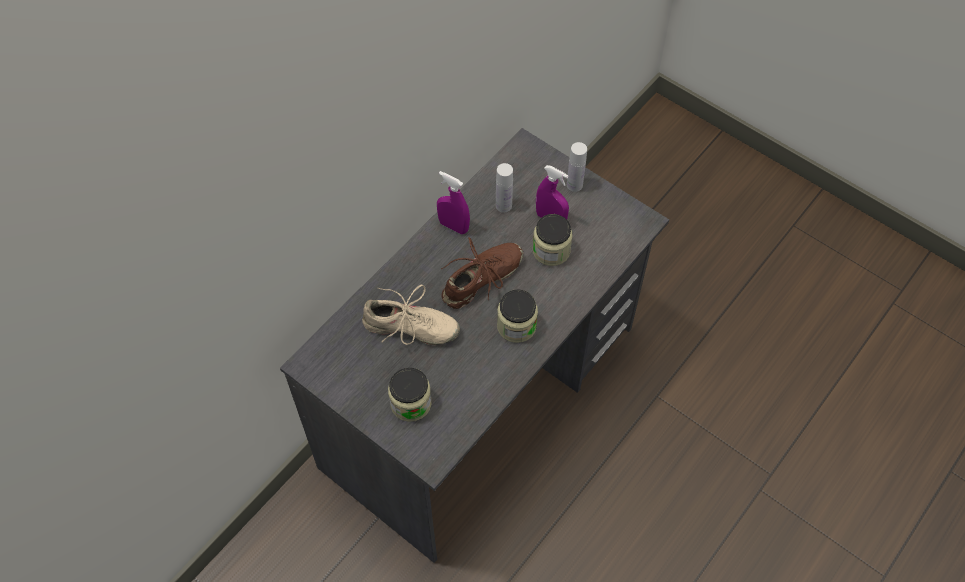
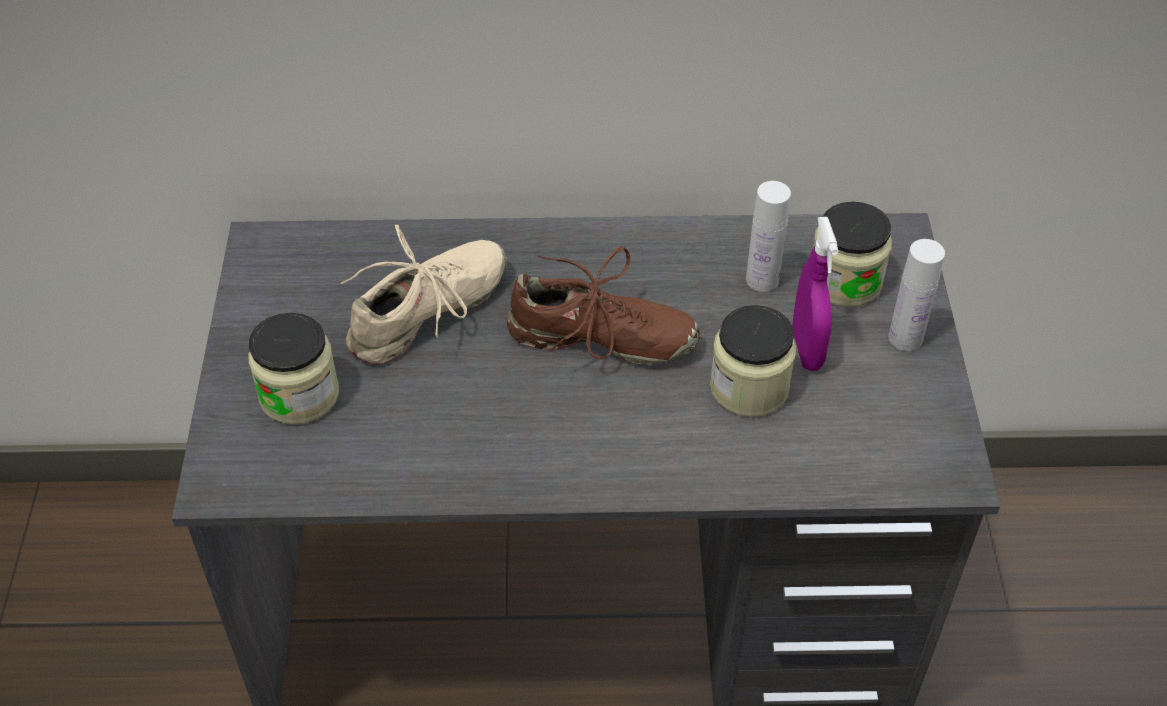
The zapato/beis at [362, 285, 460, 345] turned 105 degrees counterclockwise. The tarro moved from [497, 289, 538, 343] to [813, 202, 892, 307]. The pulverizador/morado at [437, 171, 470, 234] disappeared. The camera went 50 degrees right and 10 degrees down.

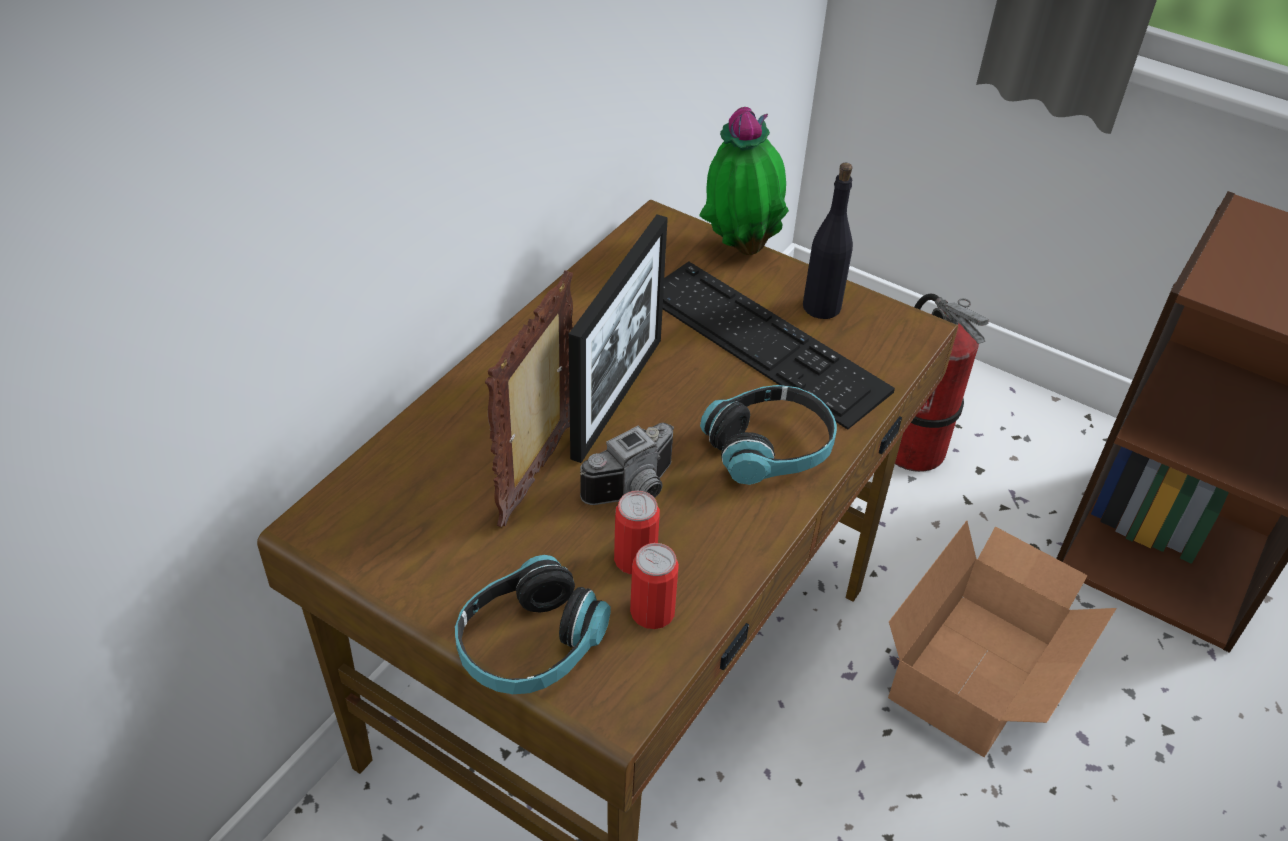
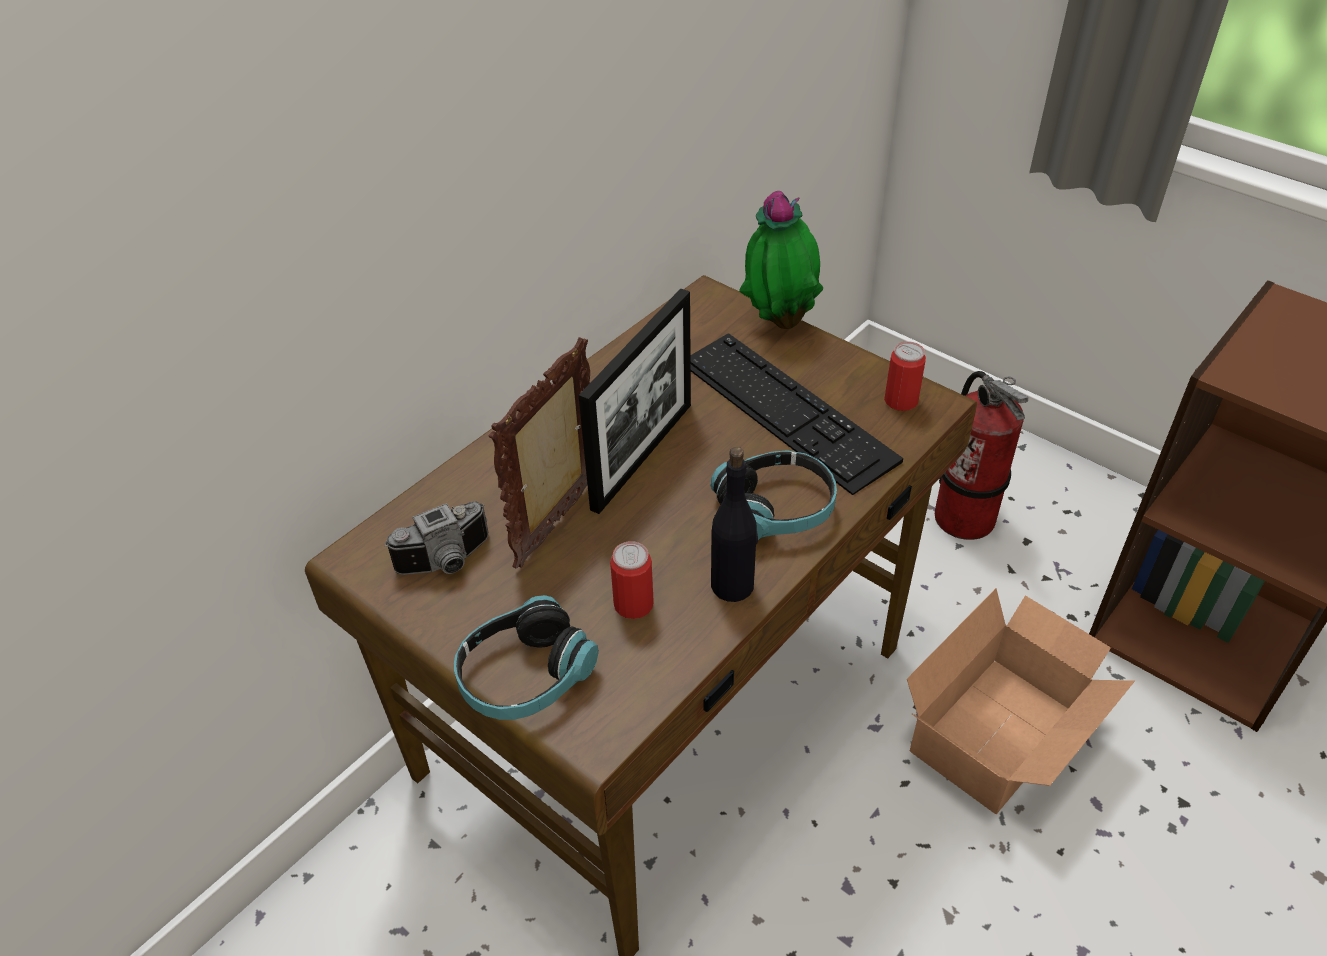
The cámara moved from [580, 423, 674, 505] to [385, 501, 488, 575]. The botella/negro moved from [803, 163, 853, 319] to [711, 447, 758, 602]. The lata moved from [630, 543, 679, 629] to [884, 341, 926, 411]. The camera went 10 degrees right and 0 degrees up.

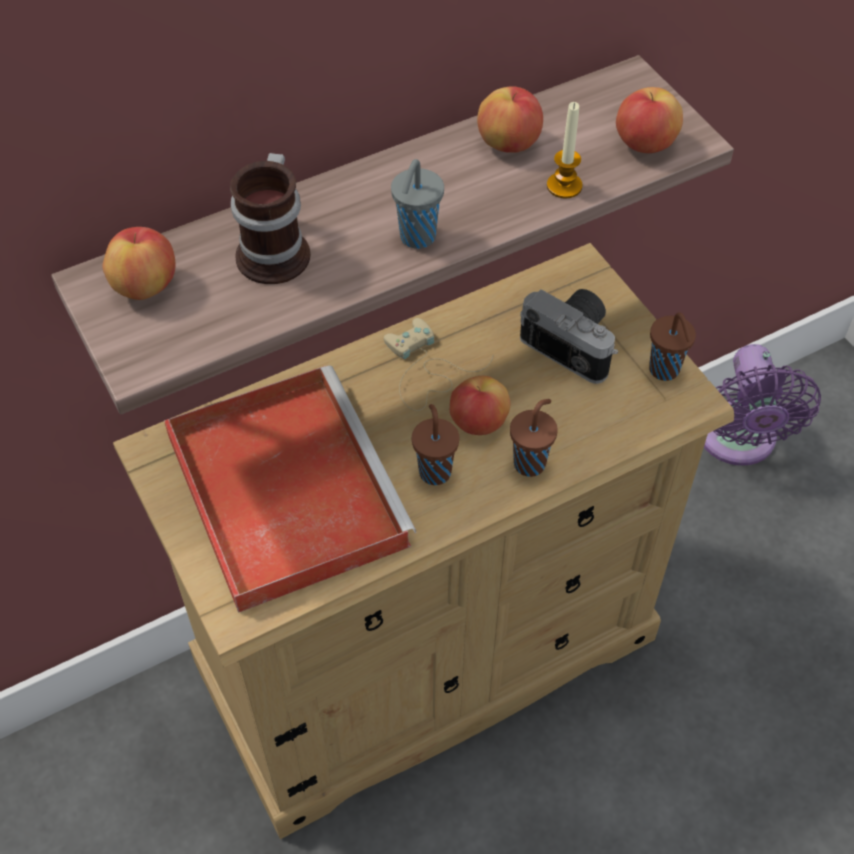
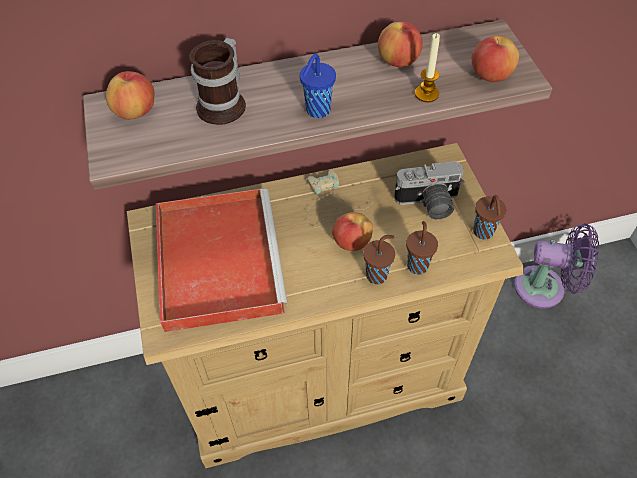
The taza/gris at [391, 159, 444, 249] became the taza/azul at [299, 54, 336, 118]. The cámara at [520, 289, 618, 384] turned 120 degrees clockwise. The taza/marrón moved from [412, 404, 459, 485] to [406, 221, 438, 274]. The ventilador/morado at [704, 344, 821, 466] turned 90 degrees counterclockwise. The camera went 15 degrees right and 0 degrees up.

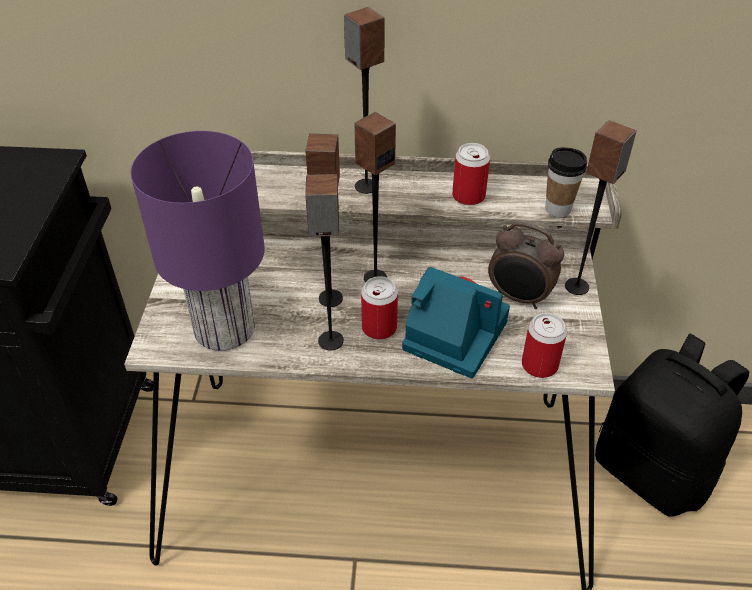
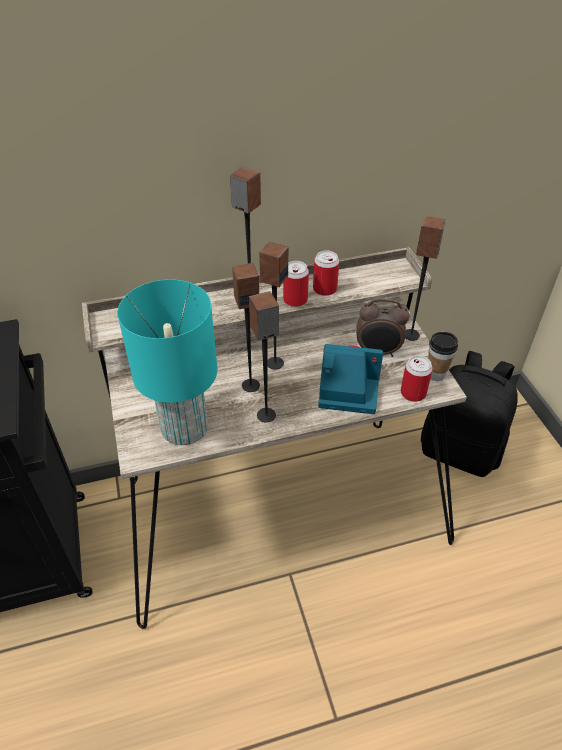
The lámpara de mesa/morado at [131, 131, 265, 351] became the lámpara de mesa/turquesa at [117, 279, 217, 445]. The lata moved from [361, 276, 398, 340] to [283, 261, 309, 307]. The taza moved from [545, 147, 587, 217] to [428, 332, 458, 381]. The camera went 20 degrees left and 0 degrees up.

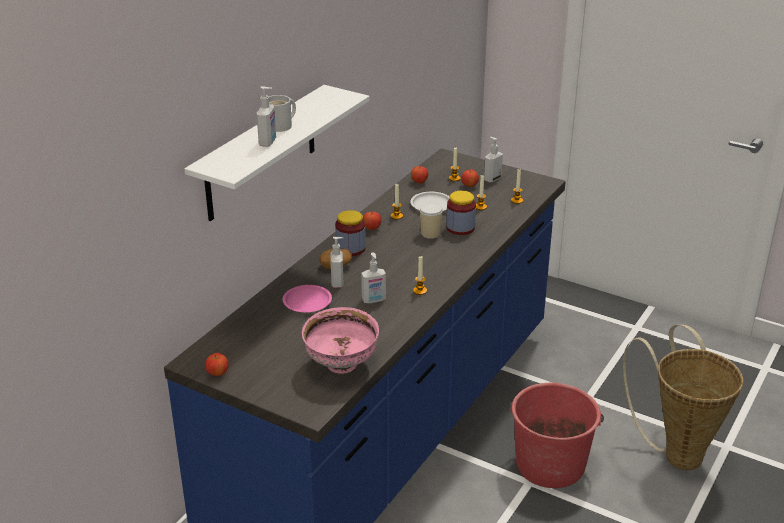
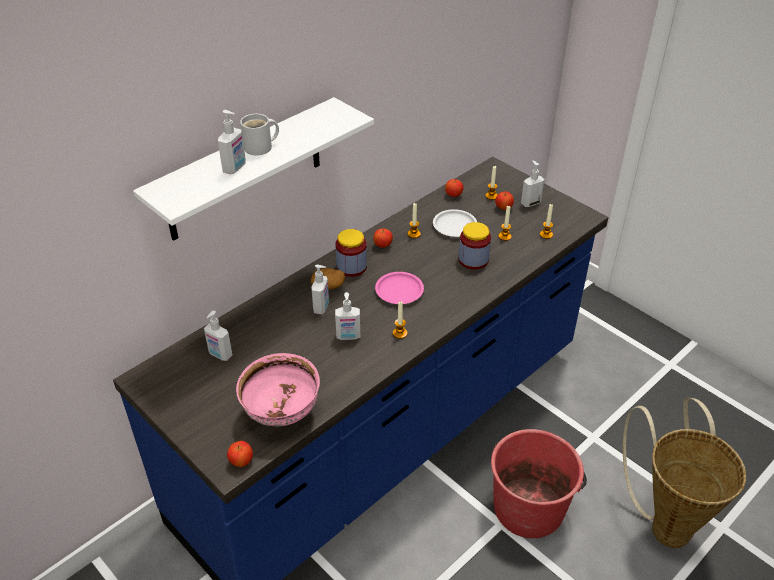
The dispensador de jabón at [204, 311, 233, 361] appeared. The manzana moved from [205, 353, 229, 376] to [227, 441, 253, 467]. The plato/rosa moved from [283, 285, 332, 313] to [375, 272, 424, 304]. The taza at [419, 203, 443, 239] disappeared. The camera went 15 degrees right and 10 degrees up.

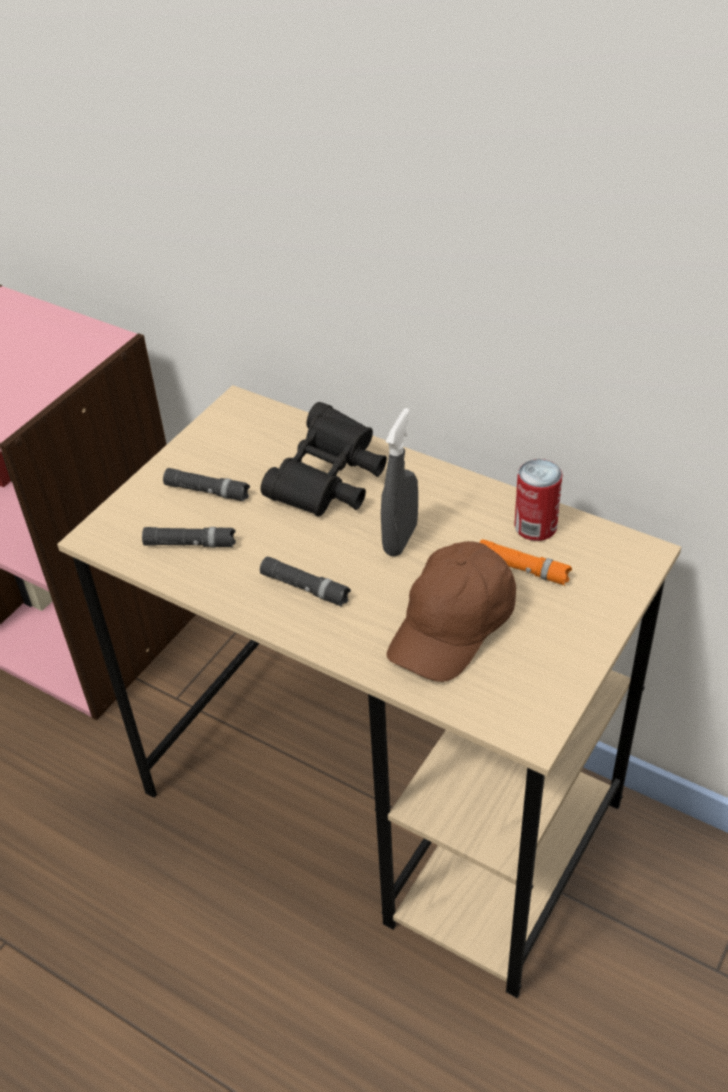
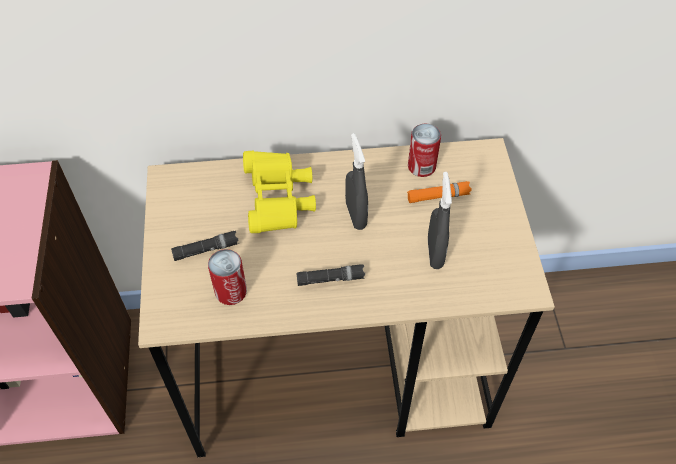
The linterna/negro at [142, 527, 236, 548] was replaced by the lata at [208, 249, 247, 305]. The prismáticos/negro at [260, 402, 387, 517] became the prismáticos/amarillo at [243, 150, 316, 233]. The gorra/marrón at [387, 541, 516, 682] was replaced by the pulverizador/gris at [428, 172, 452, 269]. The camera went 40 degrees left and 10 degrees up.

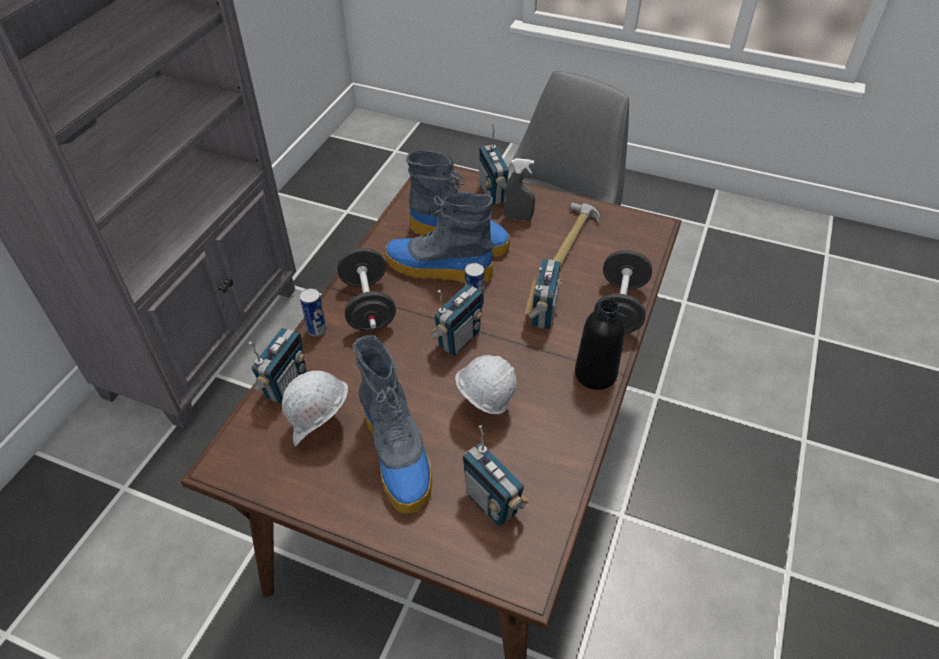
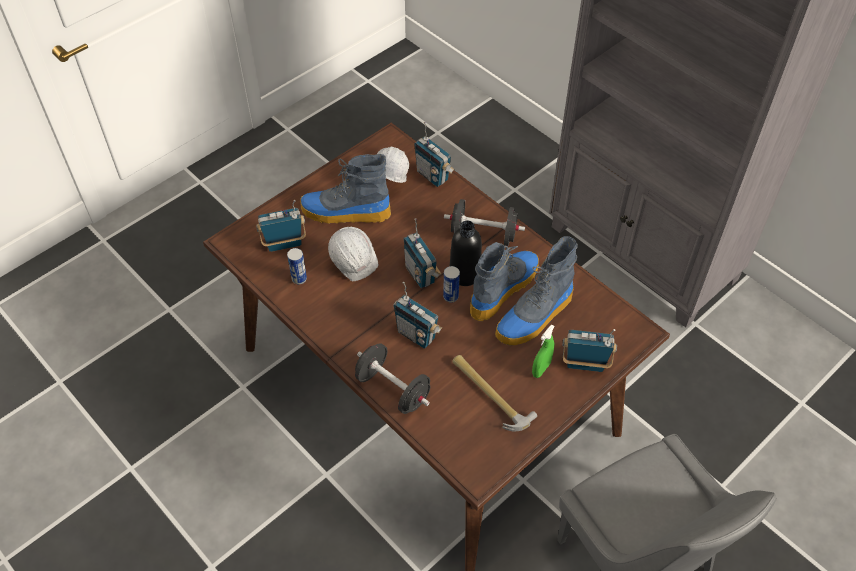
The lata moved from [300, 288, 327, 337] to [287, 248, 307, 284]. The botella/negro moved from [575, 299, 625, 390] to [450, 221, 482, 286]. The pulverizador/gris at [503, 158, 535, 221] became the pulverizador/verde at [532, 324, 555, 378]. The camera went 115 degrees right and 5 degrees up.

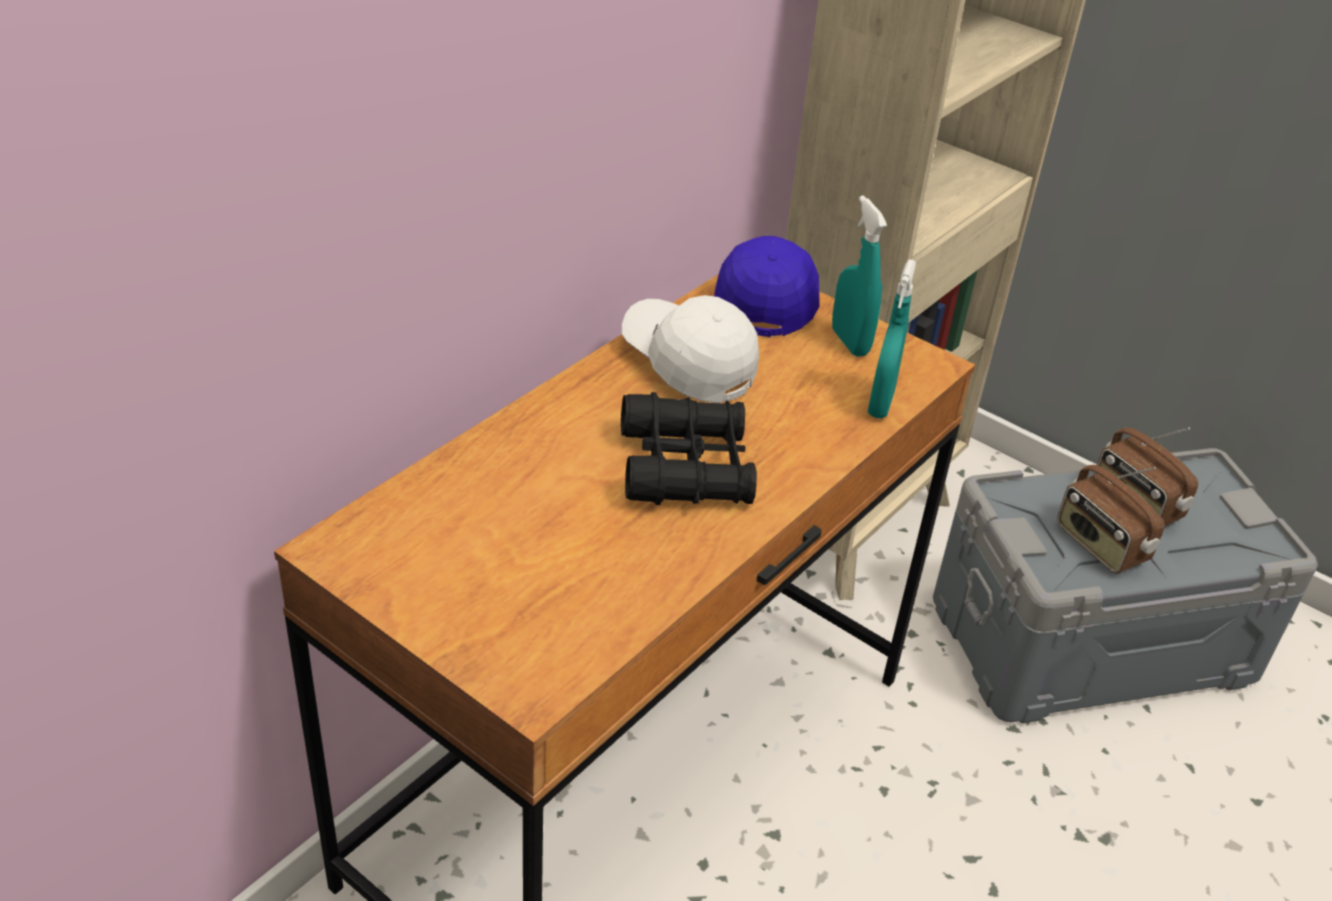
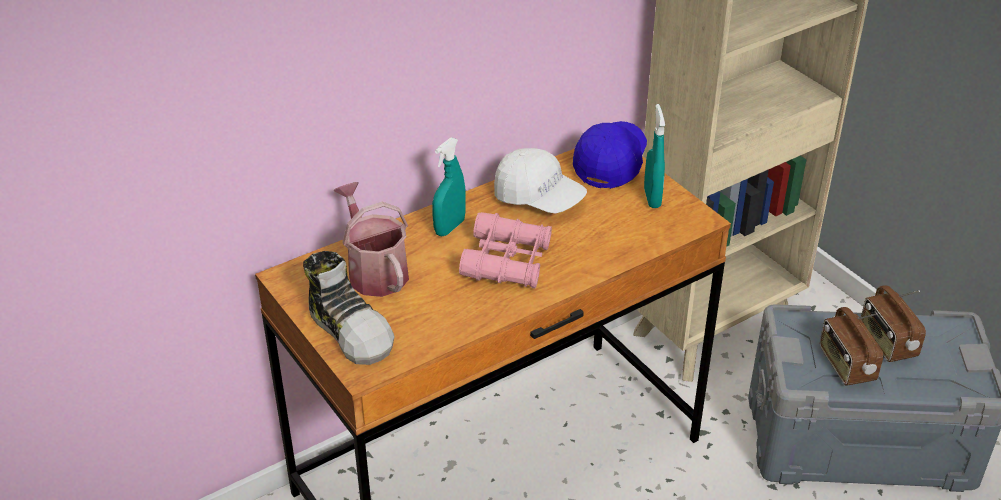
The zapato at [303, 251, 395, 365] appeared. The regadera at [333, 182, 409, 297] appeared. The pulverizador/turquesa moved from [868, 259, 916, 418] to [432, 137, 466, 236]. The prismáticos/negro at [621, 392, 757, 505] became the prismáticos/rosa at [459, 212, 552, 288]. The gorra/blanco at [622, 295, 759, 403] turned 150 degrees clockwise. The camera went 20 degrees right and 0 degrees up.

